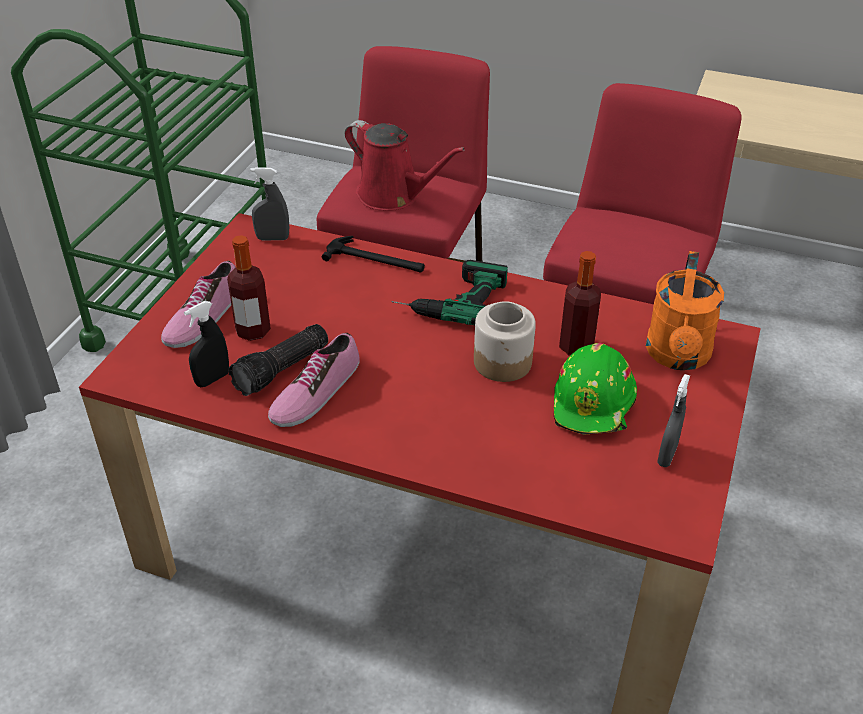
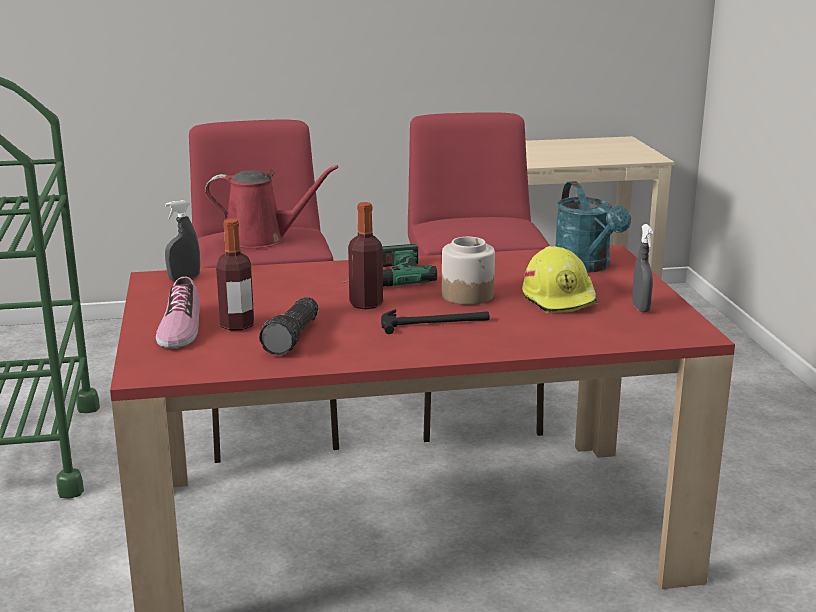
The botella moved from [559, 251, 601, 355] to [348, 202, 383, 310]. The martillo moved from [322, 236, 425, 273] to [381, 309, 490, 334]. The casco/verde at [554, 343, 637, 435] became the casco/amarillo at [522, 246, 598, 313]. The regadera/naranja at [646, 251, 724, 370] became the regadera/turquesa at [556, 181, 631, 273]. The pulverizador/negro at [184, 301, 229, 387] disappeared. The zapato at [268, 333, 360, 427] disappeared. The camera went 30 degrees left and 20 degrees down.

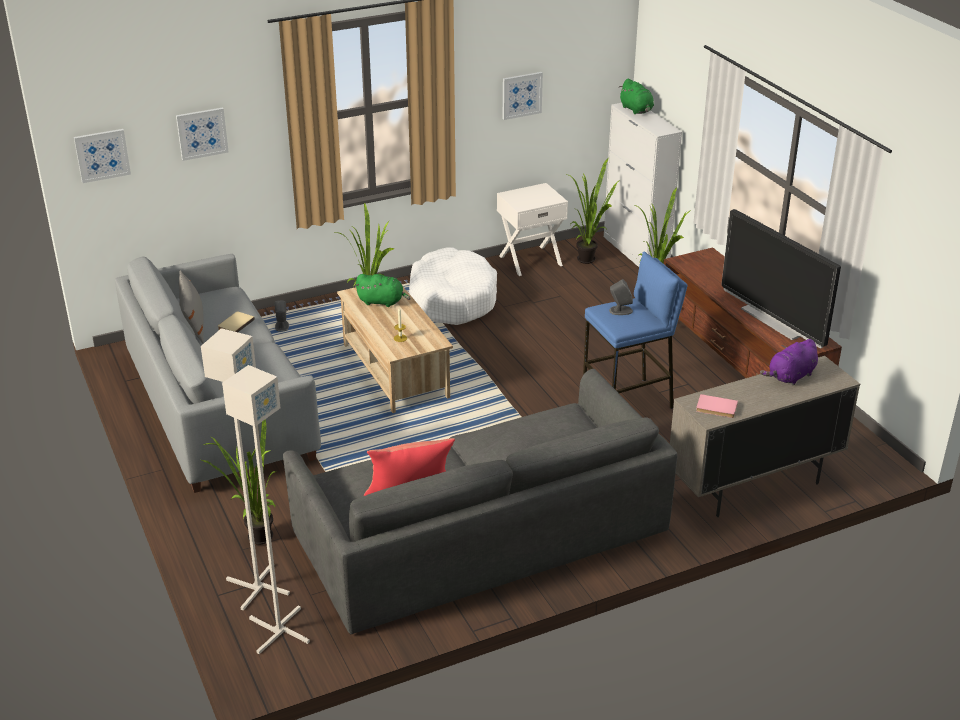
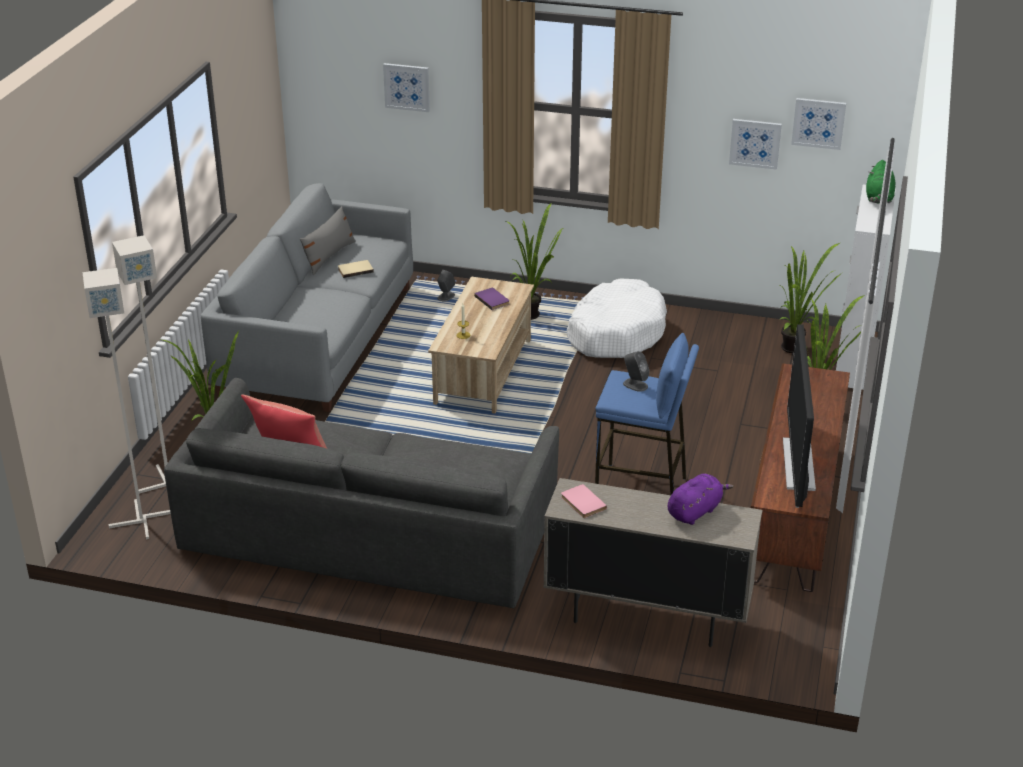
The peluche/verde at [355, 274, 411, 307] was replaced by the libro/morado at [474, 288, 509, 310]. The peluche/morado at [760, 339, 818, 385] turned 135 degrees clockwise. The cuadro moved from [74, 129, 131, 183] to [791, 98, 846, 150]. The mesita de noche/blanco at [497, 183, 568, 276] disappeared. The camera went 40 degrees right and 0 degrees up.

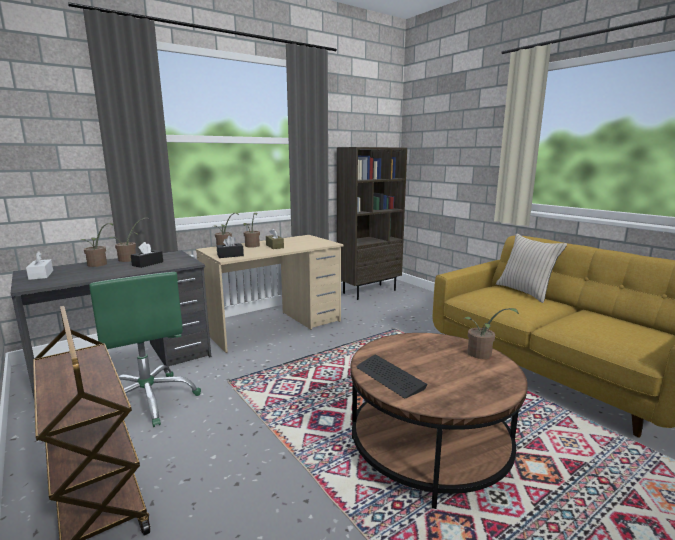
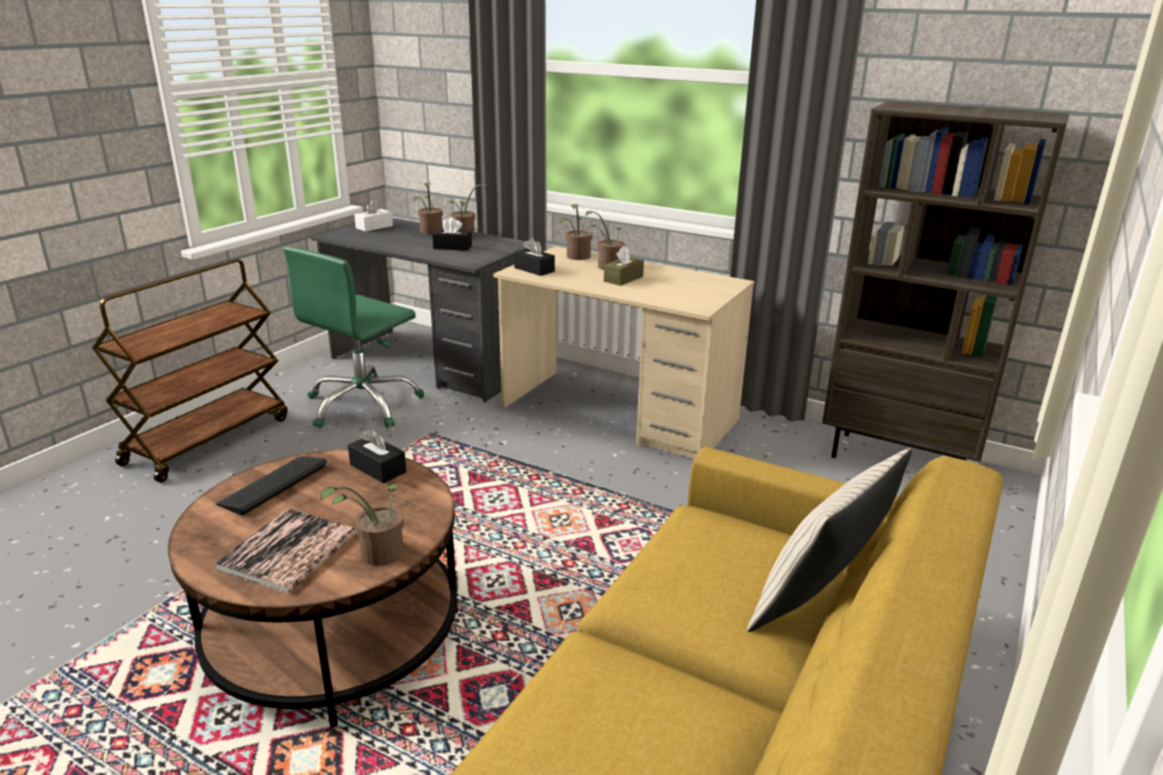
The libro at [214, 508, 357, 594] appeared. The caja de pañuelos/negro at [348, 428, 406, 483] appeared. The camera went 65 degrees right and 10 degrees up.

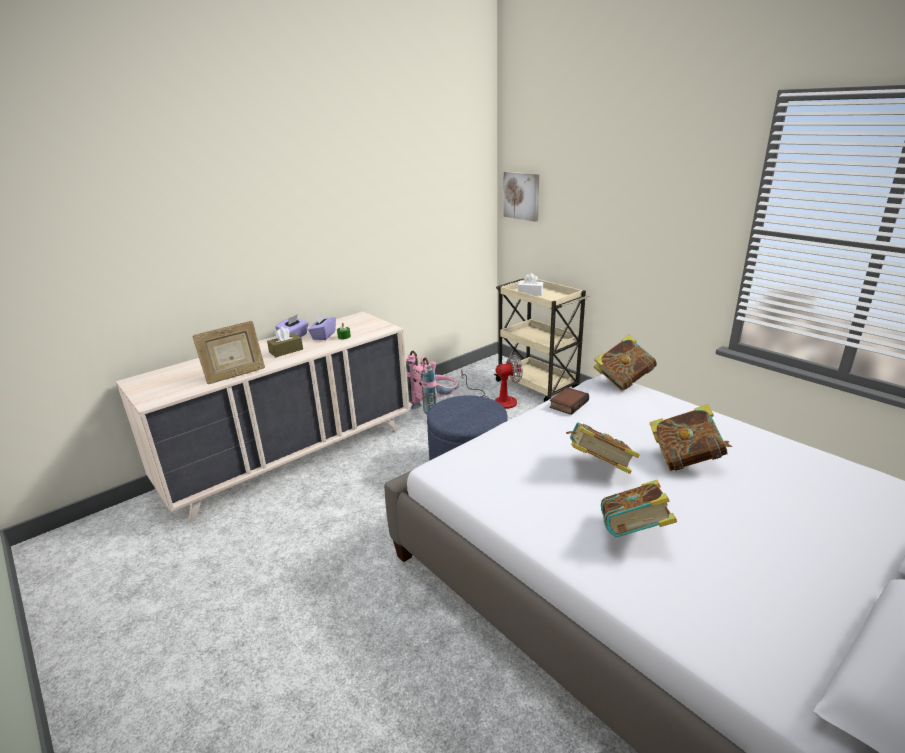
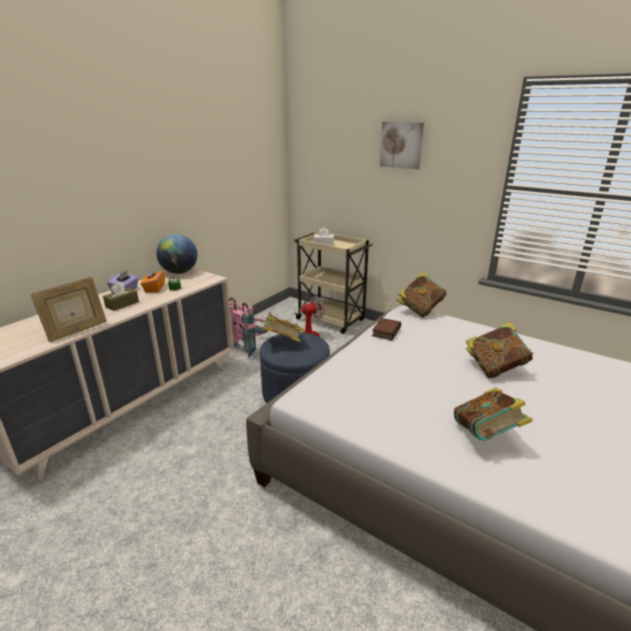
The caja de pañuelos/morado at [308, 313, 336, 340] became the caja de pañuelos/naranja at [141, 267, 165, 292]. The globo terráqueo at [156, 234, 198, 274] appeared. The libro moved from [566, 422, 640, 474] to [261, 315, 304, 342]. The cuadro moved from [503, 171, 539, 222] to [380, 122, 424, 169]. The camera went 15 degrees left and 0 degrees up.

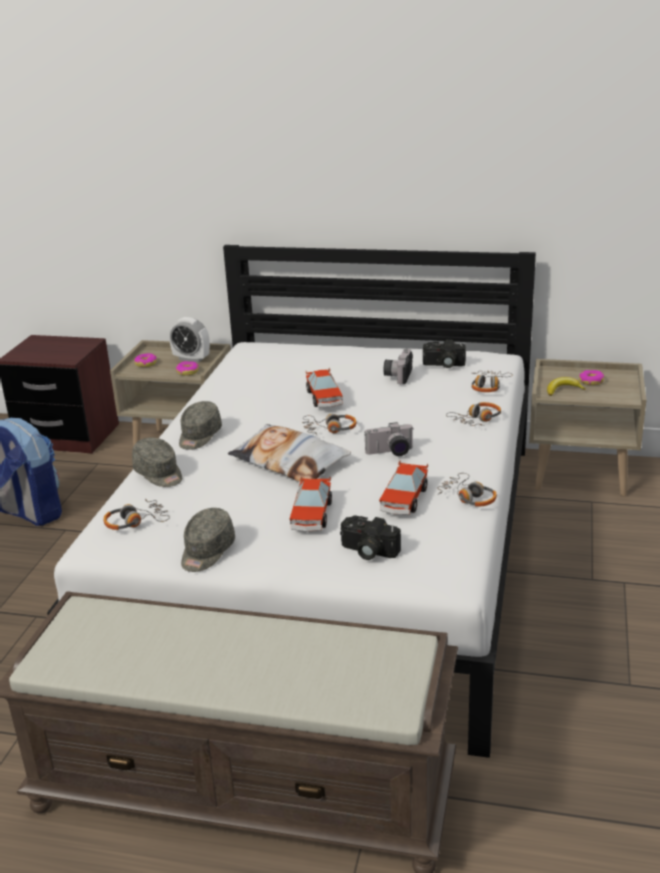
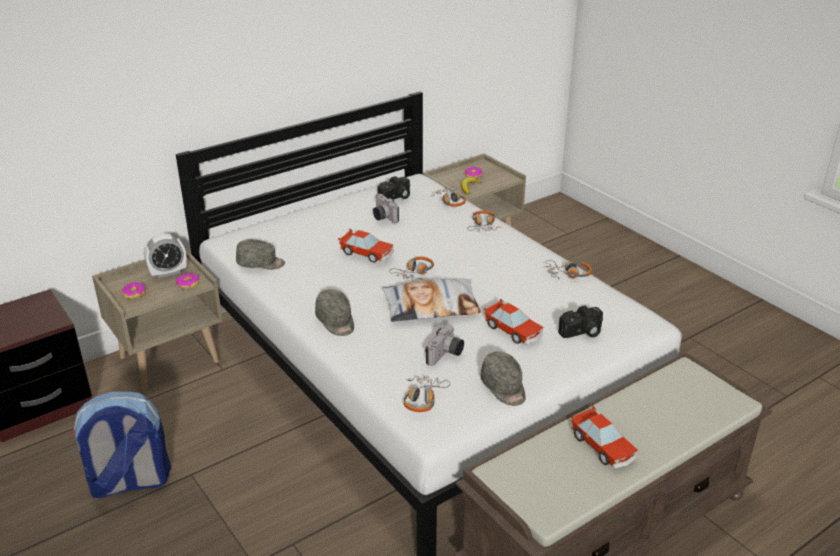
The gorra/gris moved from [132, 437, 182, 487] to [236, 239, 285, 270]. The cámara moved from [365, 422, 413, 456] to [425, 325, 464, 366]. The coche de juguete moved from [379, 461, 428, 515] to [571, 406, 638, 469]. The camera went 50 degrees left and 5 degrees up.

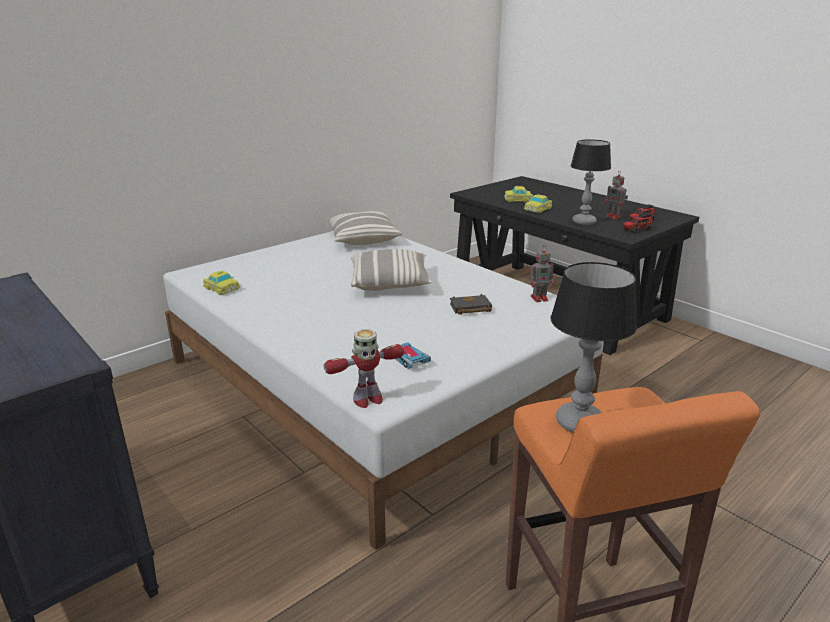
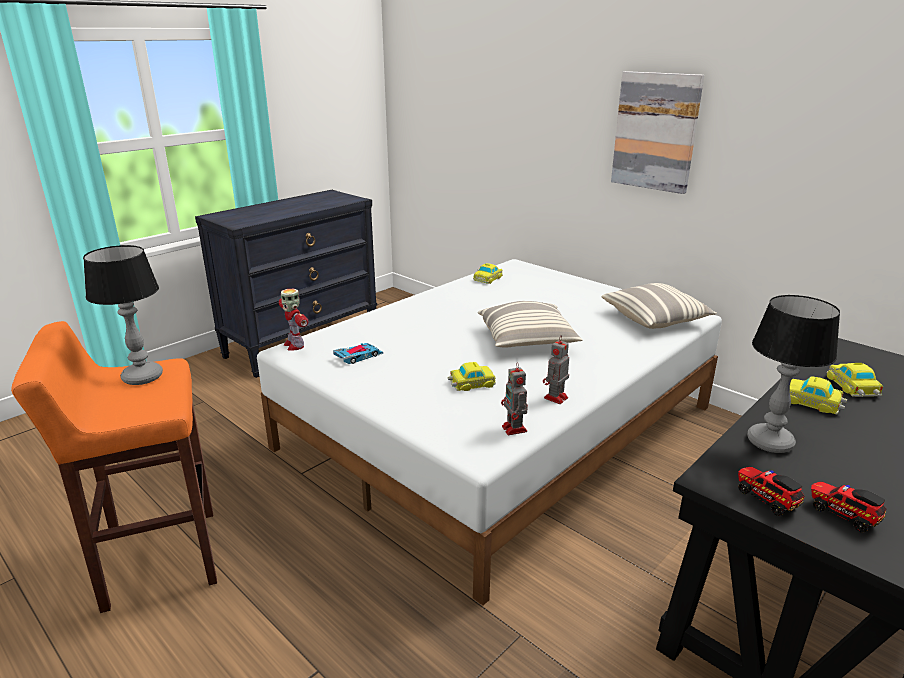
The libro/negro at [450, 294, 492, 315] was replaced by the coche de juguete at [448, 362, 496, 391]. The robot de juguete moved from [604, 172, 628, 219] to [543, 335, 569, 404]. The cuadro at [611, 71, 704, 194] appeared. The camera went 85 degrees right and 0 degrees up.

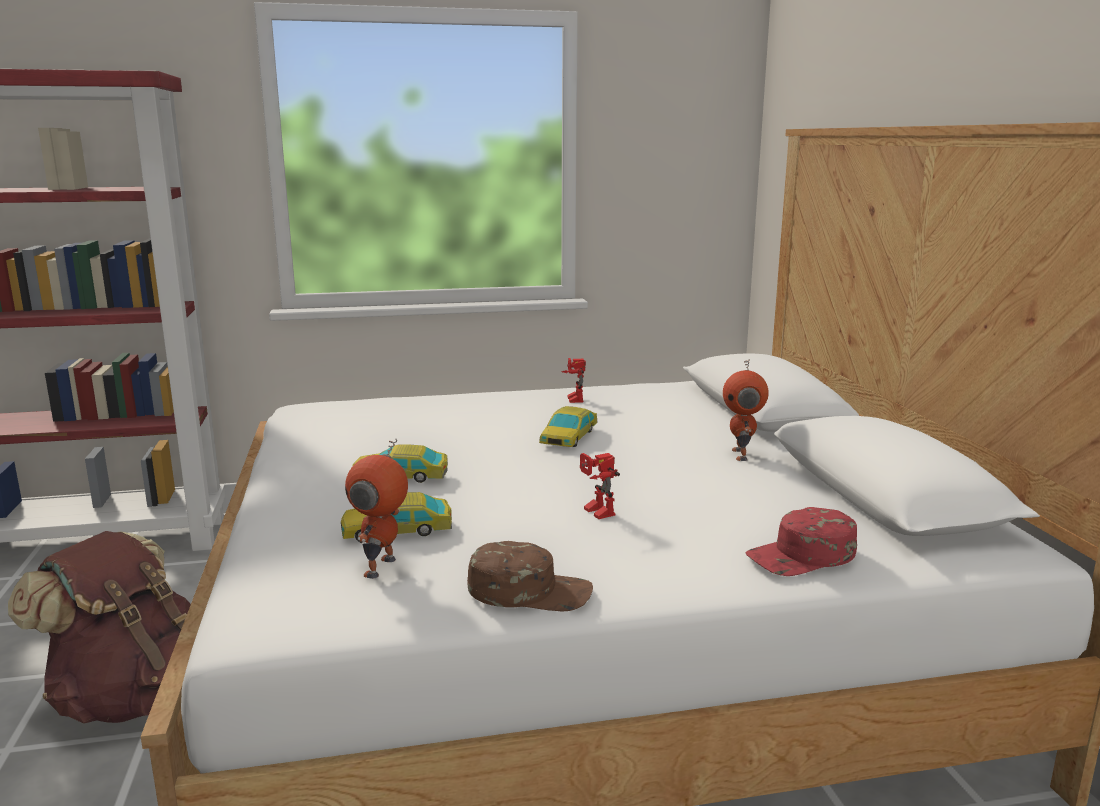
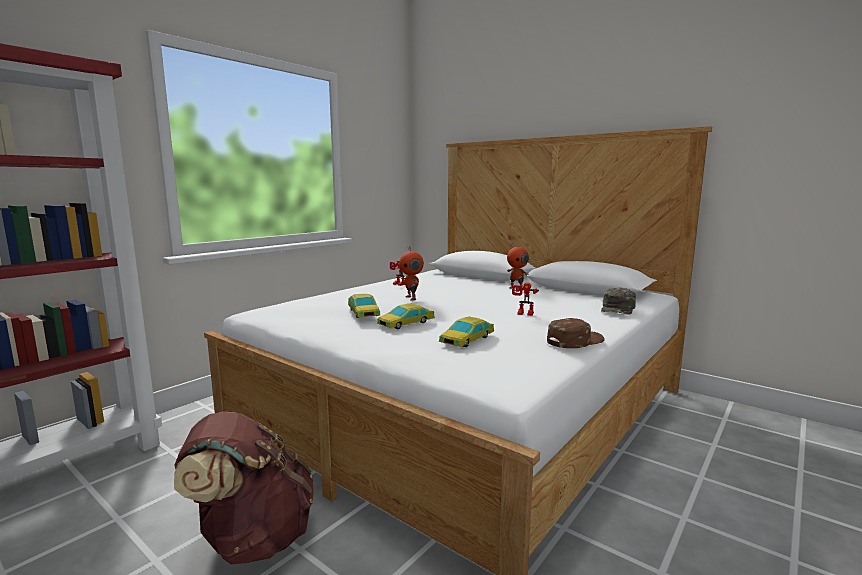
The coche de juguete moved from [539, 406, 597, 447] to [348, 294, 380, 318]. The robot de juguete moved from [345, 439, 408, 579] to [399, 247, 424, 301]. The gorra/rojo at [745, 507, 857, 576] became the gorra/verde at [601, 288, 636, 315]. The camera went 40 degrees left and 5 degrees down.

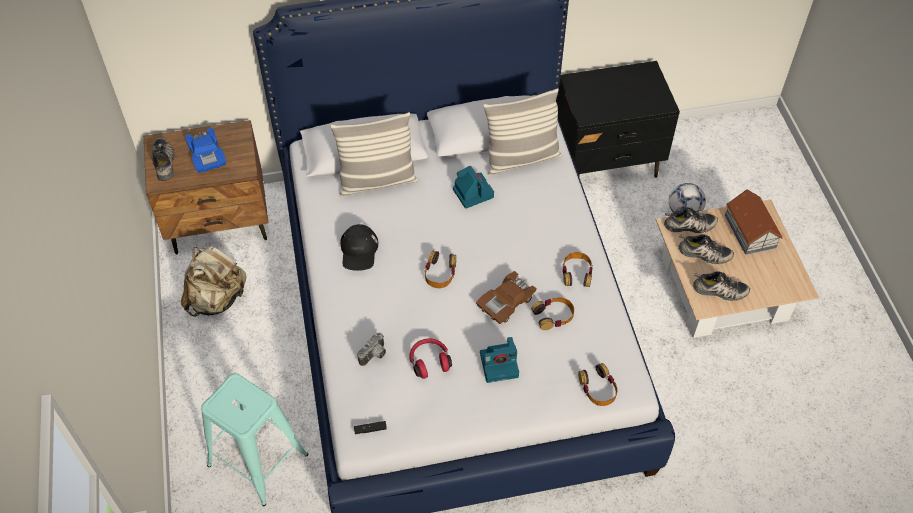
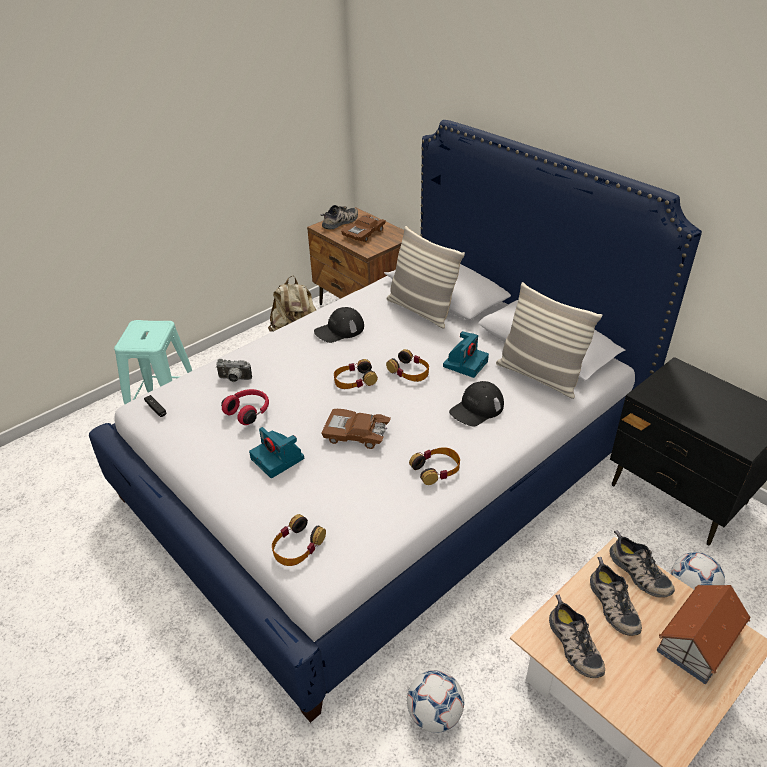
The coche de juguete/azul at [185, 128, 226, 173] became the coche de juguete/marrón at [341, 214, 386, 242]. The auriculares moved from [531, 298, 574, 330] to [386, 349, 429, 382]. The balón de fútbol at [407, 670, 464, 733] appeared. The gorra/negro at [449, 381, 504, 427] appeared. The camera went 60 degrees right and 15 degrees down.

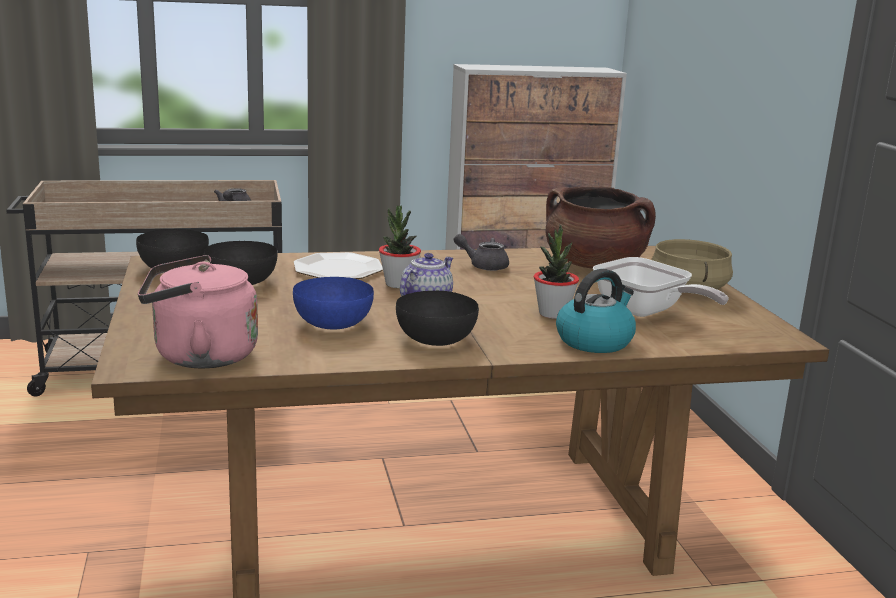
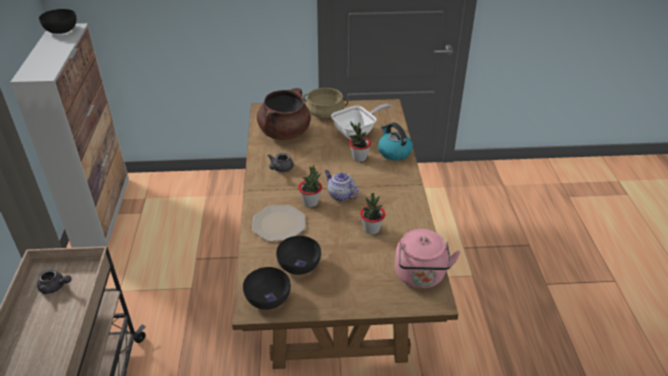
The cuenco/negro moved from [396, 290, 479, 346] to [39, 9, 77, 34]. The cuenco/azul at [293, 277, 374, 330] was replaced by the planta en maceta at [360, 193, 385, 234]. The camera went 80 degrees left and 20 degrees up.

